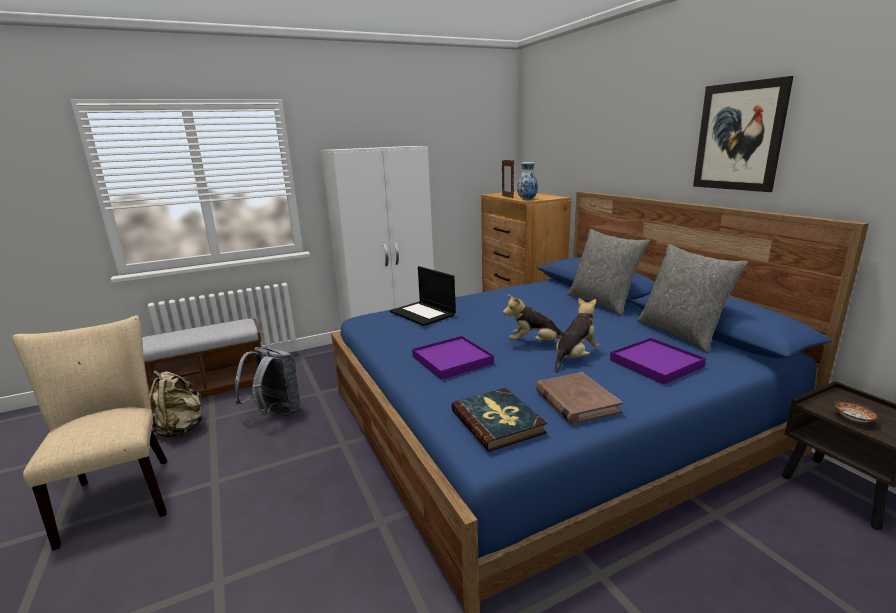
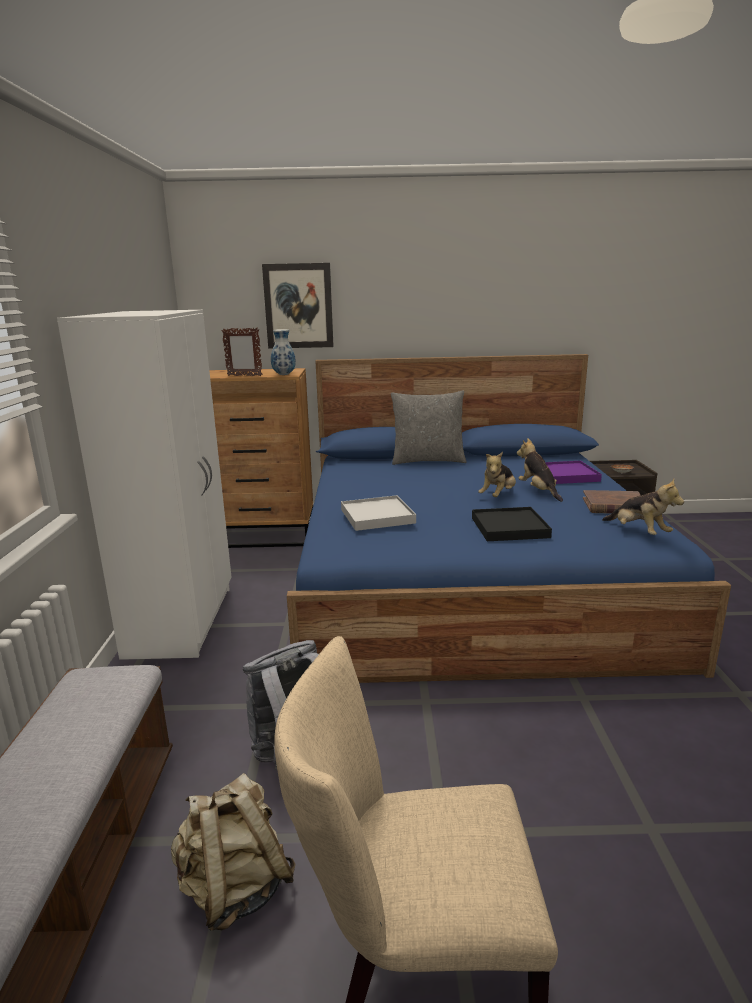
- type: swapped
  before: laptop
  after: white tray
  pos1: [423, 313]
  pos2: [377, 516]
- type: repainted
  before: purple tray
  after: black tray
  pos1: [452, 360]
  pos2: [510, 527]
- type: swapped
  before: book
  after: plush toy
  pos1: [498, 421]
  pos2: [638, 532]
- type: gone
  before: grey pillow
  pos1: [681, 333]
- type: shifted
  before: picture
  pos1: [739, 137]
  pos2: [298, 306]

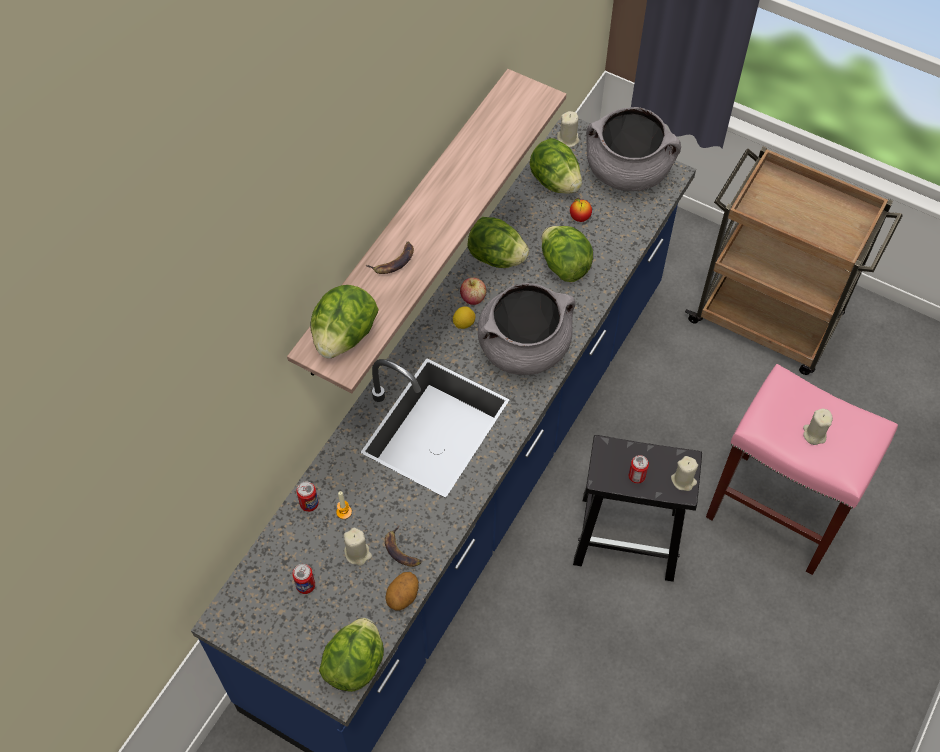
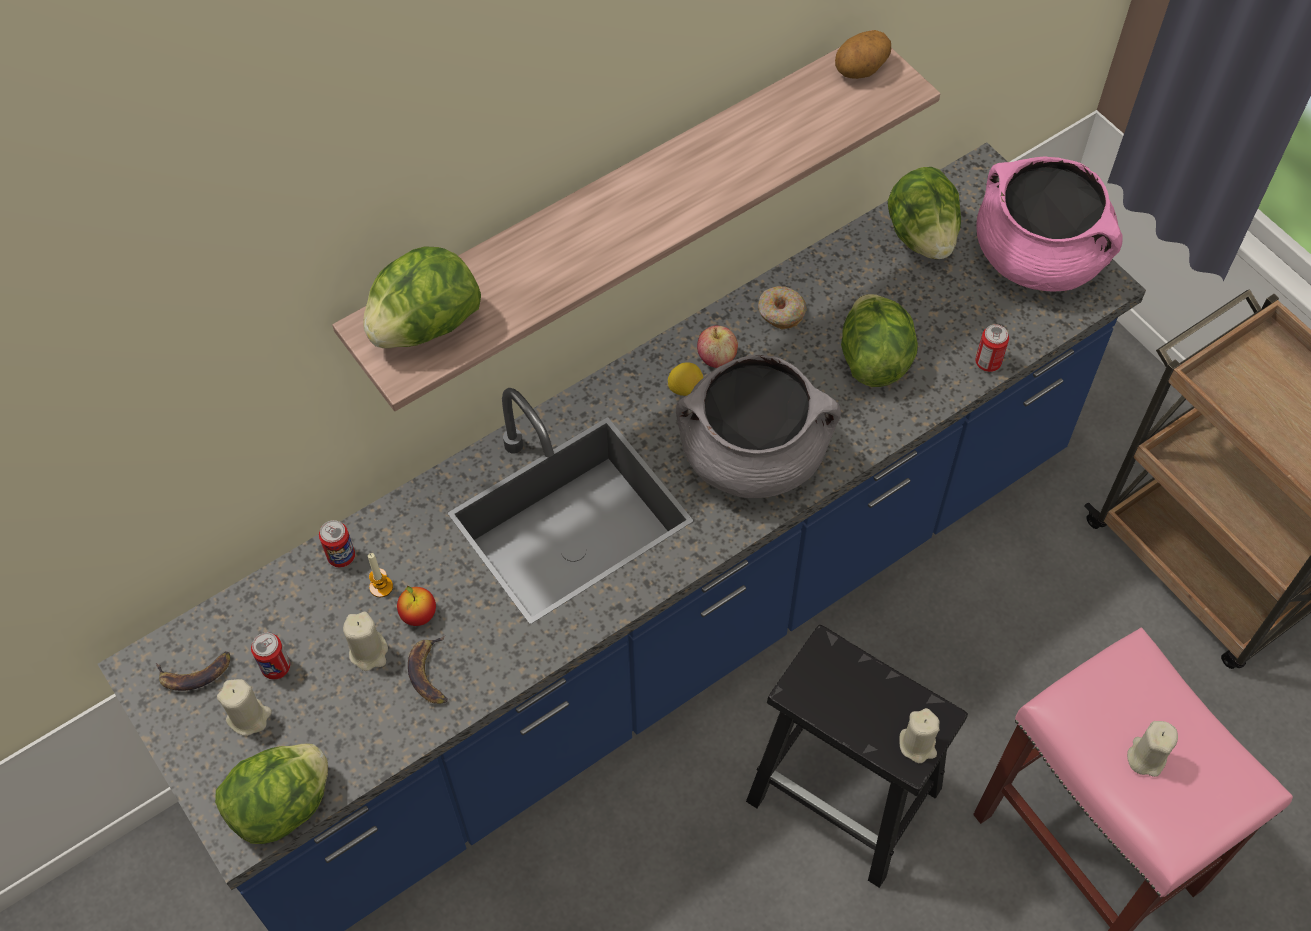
- type: shifted
  before: banana
  pos1: [394, 261]
  pos2: [195, 673]
- type: shifted
  before: potato
  pos1: [403, 597]
  pos2: [861, 70]
- type: swapped
  before: lettuce
  after: donut
  pos1: [496, 257]
  pos2: [780, 312]
- type: shifted
  before: beige candle
  pos1: [568, 139]
  pos2: [249, 717]
- type: shifted
  before: apple
  pos1: [580, 217]
  pos2: [418, 615]
- type: repainted
  before: grey cooking pot
  after: pink cooking pot
  pos1: [628, 171]
  pos2: [1039, 257]
- type: shifted
  before: can
  pos1: [636, 476]
  pos2: [988, 362]

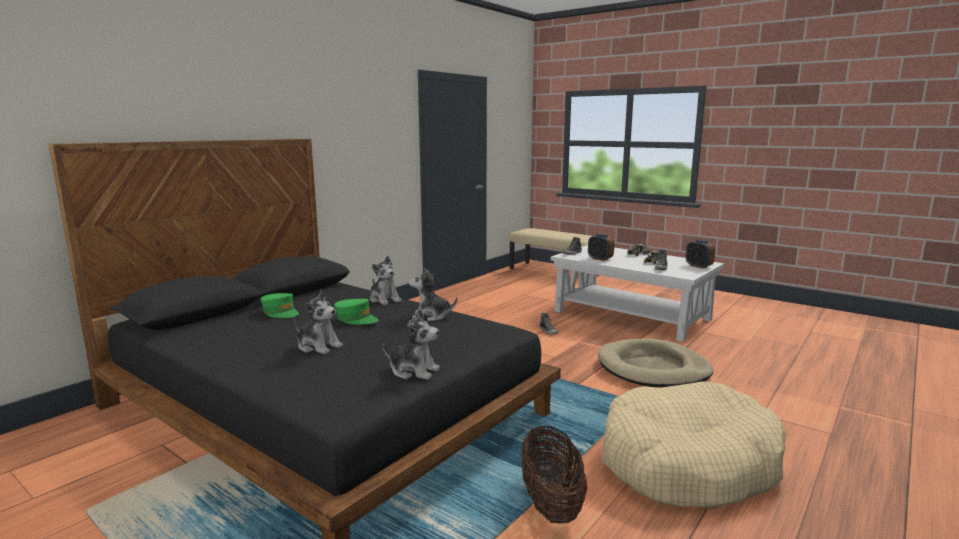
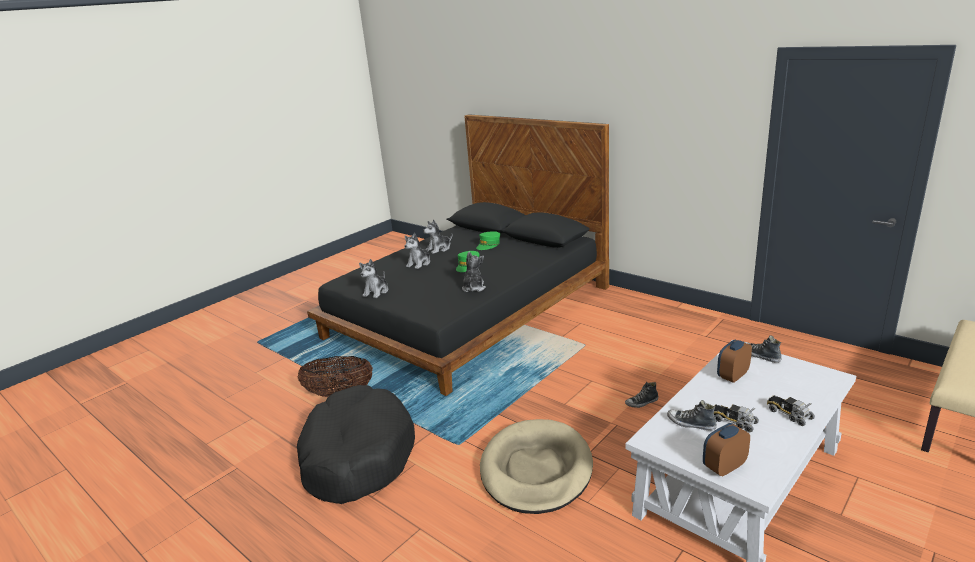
- type: shifted
  before: plush toy
  pos1: [384, 300]
  pos2: [439, 249]
- type: repainted
  before: beige dog bed
  after: black dog bed
  pos1: [687, 463]
  pos2: [357, 456]

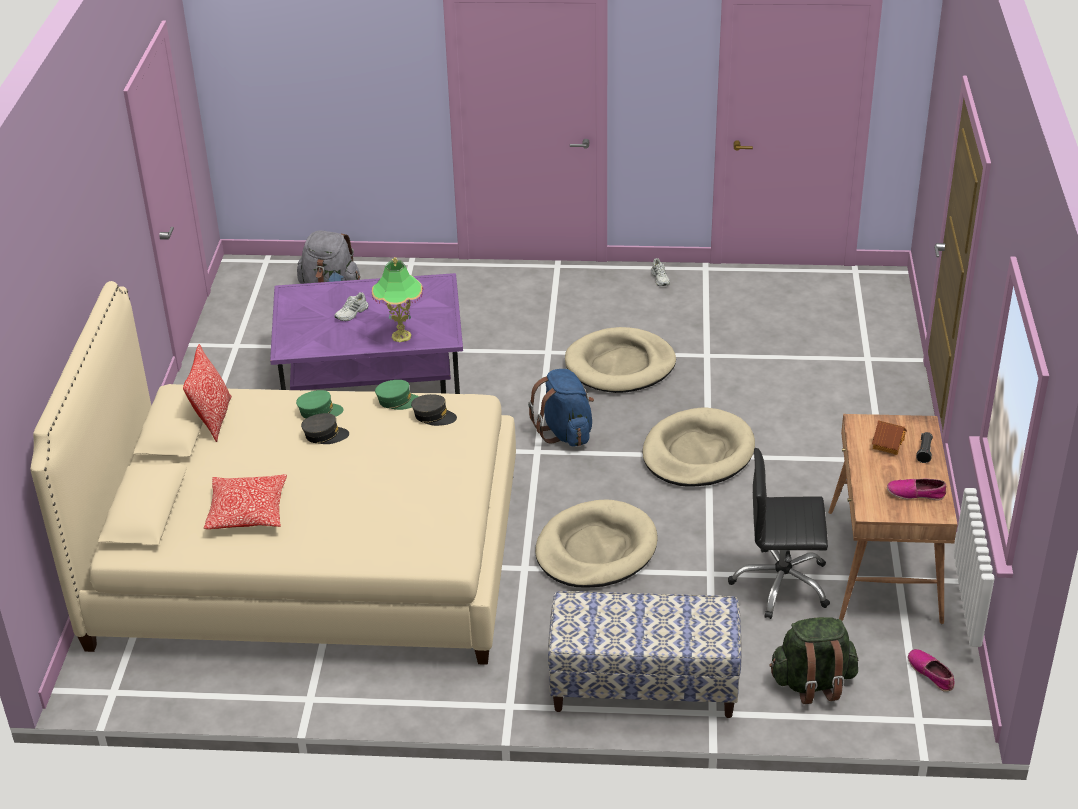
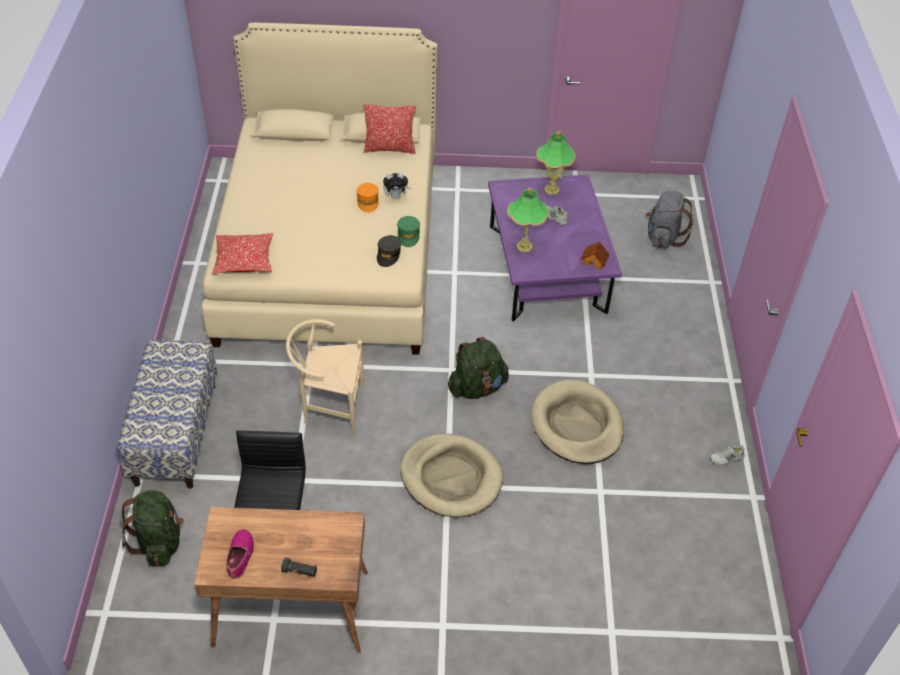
- type: shifted
  before: pillow
  pos1: [247, 512]
  pos2: [244, 260]
- type: swapped
  before: green cap
  after: plush toy
  pos1: [319, 412]
  pos2: [396, 197]
- type: repainted
  before: grey cap
  after: orange cap
  pos1: [325, 435]
  pos2: [368, 201]
- type: repainted
  before: blue backpack
  after: green backpack
  pos1: [565, 432]
  pos2: [477, 387]
- type: swapped
  before: beige dog bed
  after: beige chair
  pos1: [595, 549]
  pos2: [329, 407]
- type: shifted
  before: toy house
  pos1: [888, 443]
  pos2: [594, 261]
- type: gone
  before: shoe
  pos1: [931, 673]
- type: new
  after: table lamp
  pos2: [551, 189]

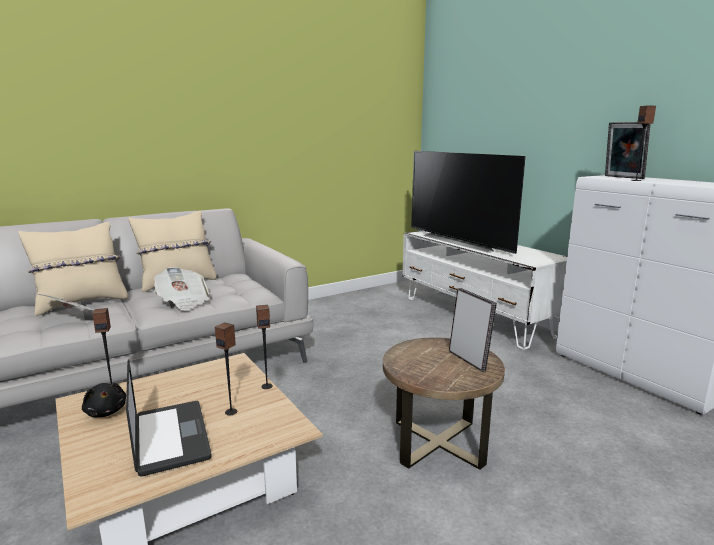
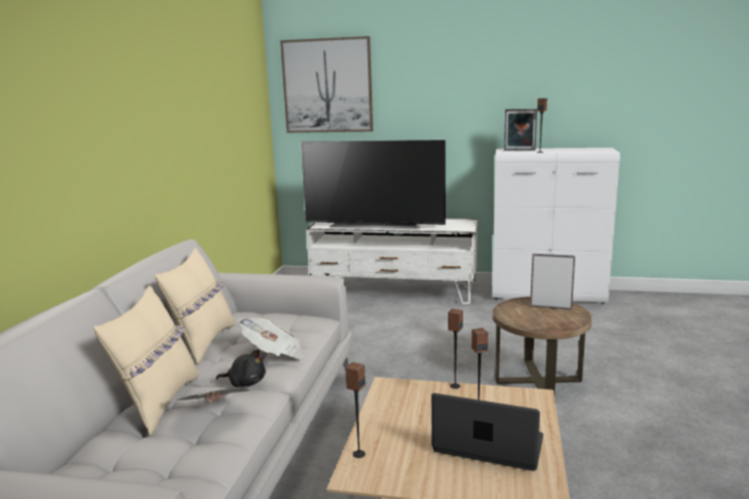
- type: shifted
  before: black plush toy
  pos1: [106, 412]
  pos2: [245, 383]
- type: new
  after: picture
  pos2: [327, 86]

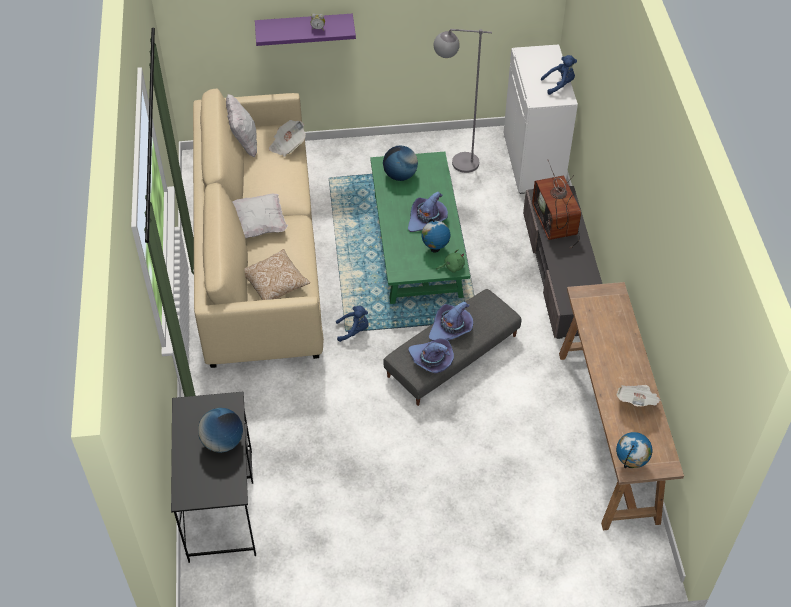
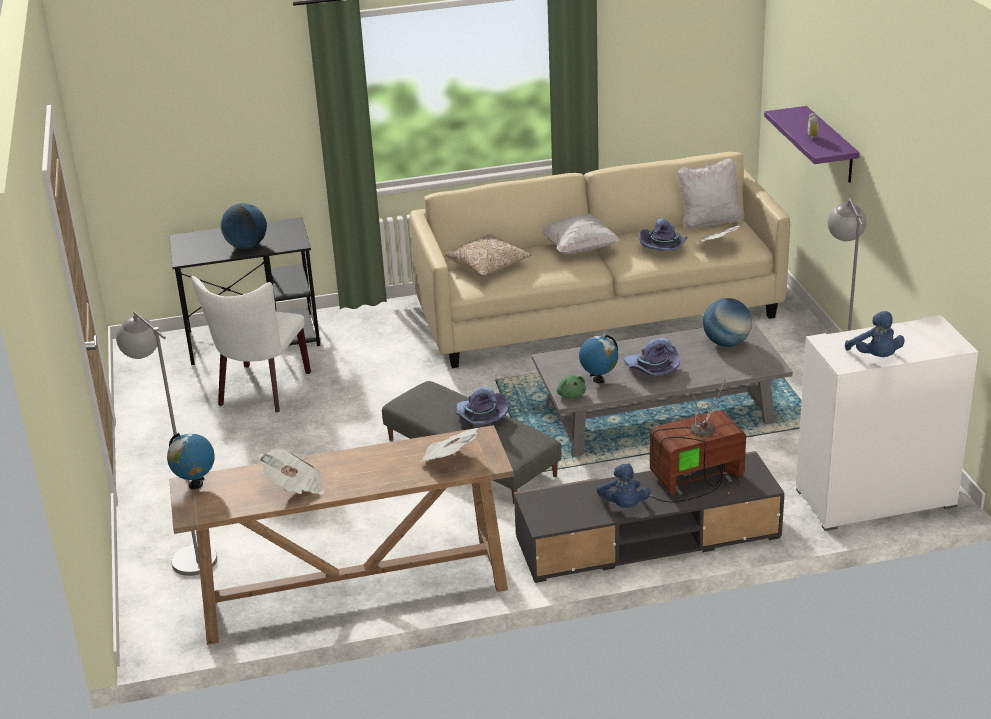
- type: shifted
  before: blue plush toy
  pos1: [354, 330]
  pos2: [623, 505]
- type: repainted
  before: green coffee table
  after: grey coffee table
  pos1: [416, 243]
  pos2: [659, 413]
- type: shifted
  before: purple hat
  pos1: [431, 360]
  pos2: [664, 247]
- type: new
  after: grey floor lamp
  pos2: [186, 553]
- type: new
  after: white chair
  pos2: [261, 391]
- type: new
  after: newspaper
  pos2: [449, 458]

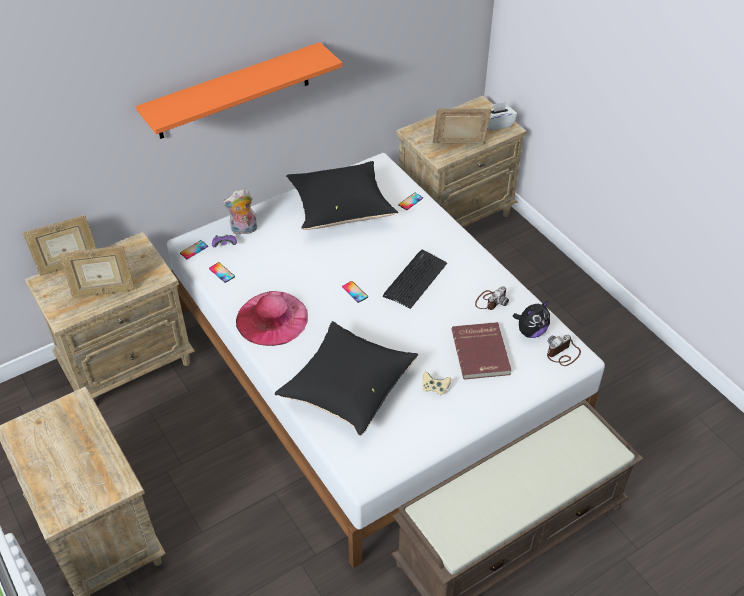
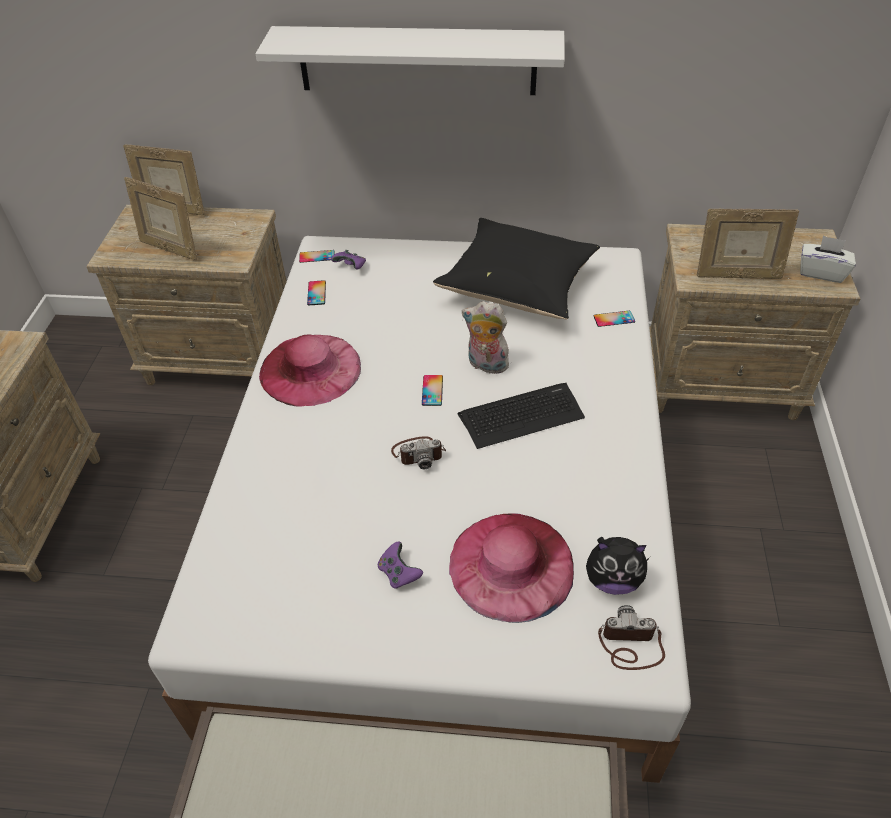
- type: repainted
  before: orange shelf
  after: white shelf
  pos1: [233, 91]
  pos2: [417, 60]
- type: shifted
  before: plush toy
  pos1: [243, 230]
  pos2: [485, 365]
- type: gone
  before: black pillow
  pos1: [347, 388]
- type: repainted
  before: beige game controller
  after: purple game controller
  pos1: [435, 388]
  pos2: [399, 573]
- type: rotated
  before: picture frame
  pos1: [459, 145]
  pos2: [736, 275]
  turn: 150
- type: swapped
  before: red book
  after: pink hat
  pos1: [482, 352]
  pos2: [511, 565]
- type: shifted
  before: photo camera
  pos1: [490, 301]
  pos2: [418, 453]

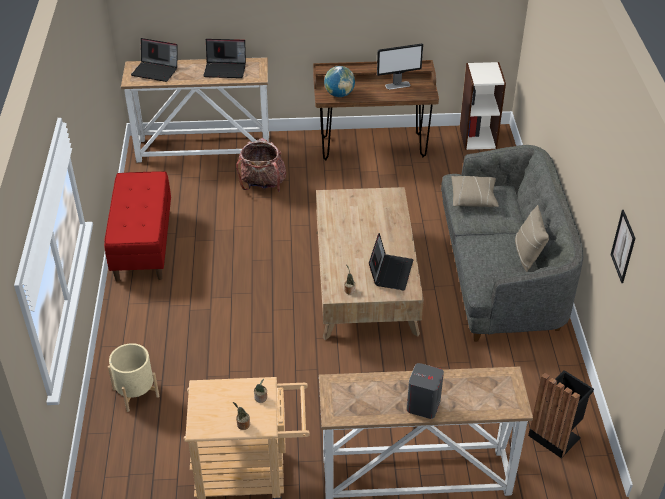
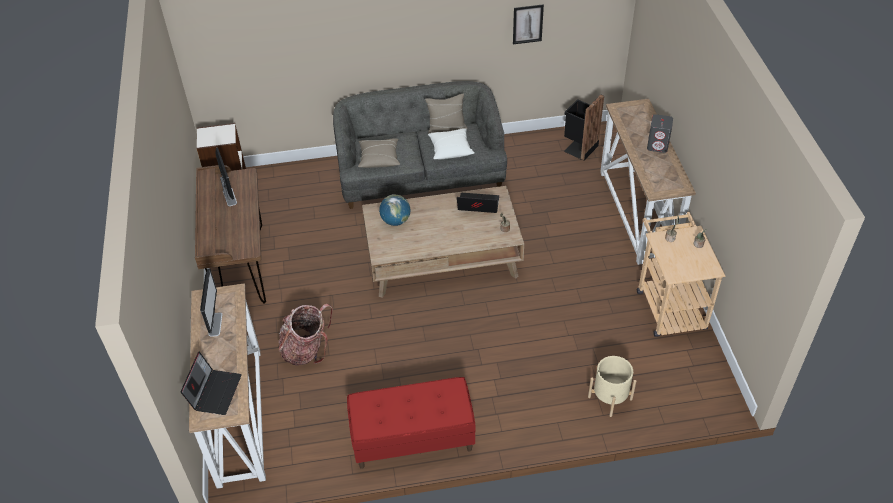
- type: swapped
  before: laptop
  after: monitor
  pos1: [226, 69]
  pos2: [215, 324]
- type: shifted
  before: globe
  pos1: [339, 94]
  pos2: [395, 221]
- type: new
  after: white pillow
  pos2: [450, 149]

